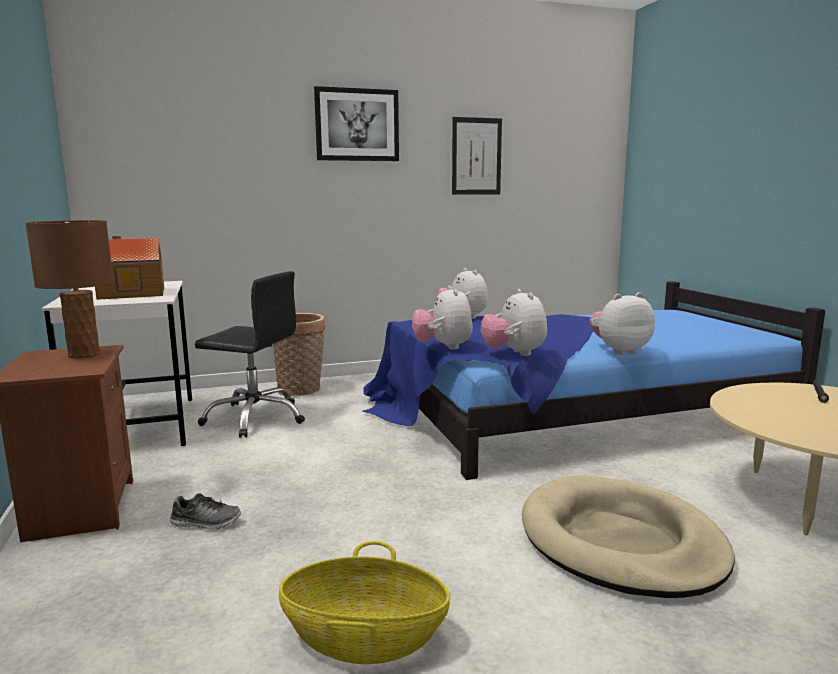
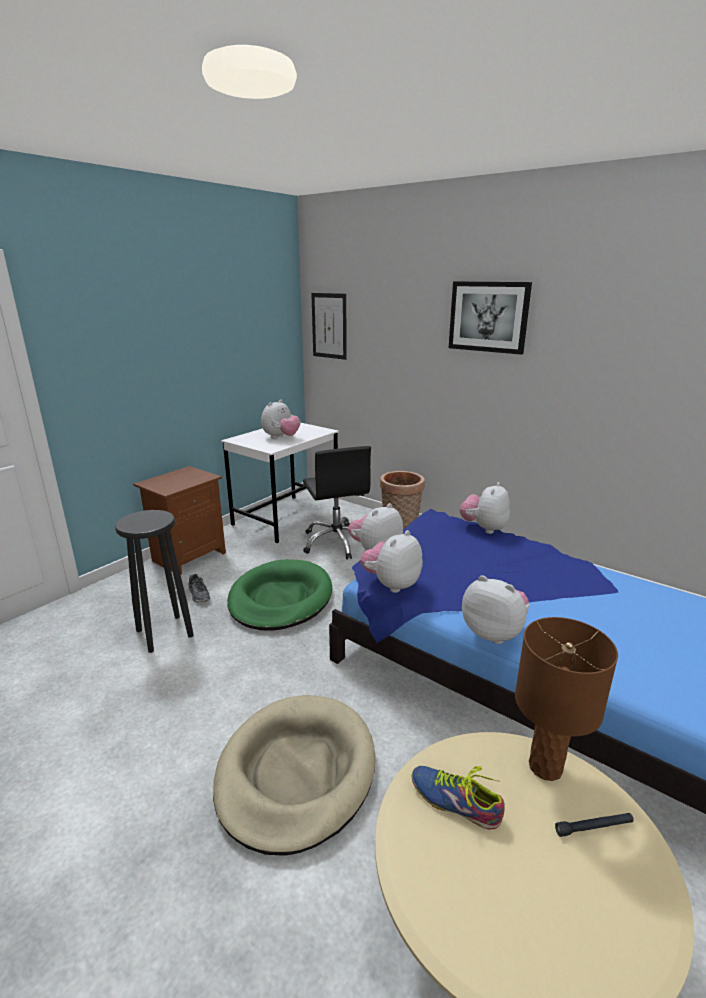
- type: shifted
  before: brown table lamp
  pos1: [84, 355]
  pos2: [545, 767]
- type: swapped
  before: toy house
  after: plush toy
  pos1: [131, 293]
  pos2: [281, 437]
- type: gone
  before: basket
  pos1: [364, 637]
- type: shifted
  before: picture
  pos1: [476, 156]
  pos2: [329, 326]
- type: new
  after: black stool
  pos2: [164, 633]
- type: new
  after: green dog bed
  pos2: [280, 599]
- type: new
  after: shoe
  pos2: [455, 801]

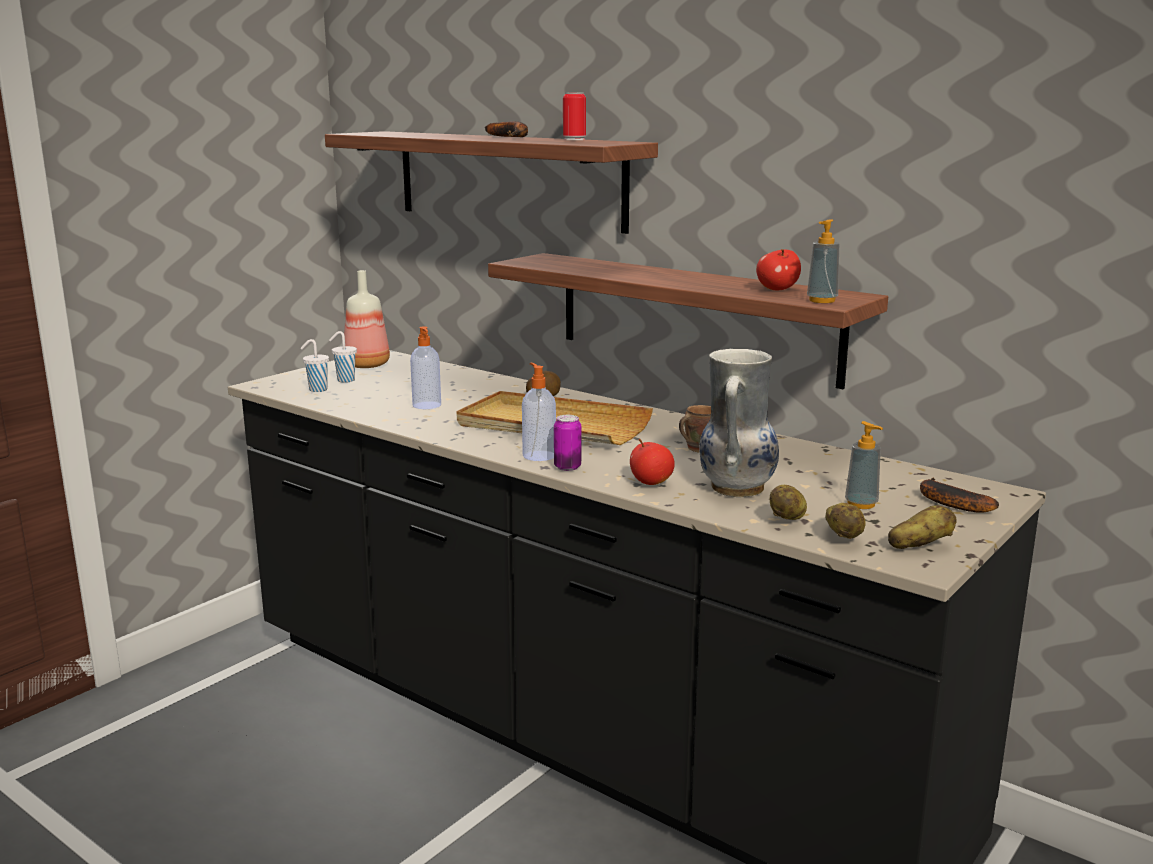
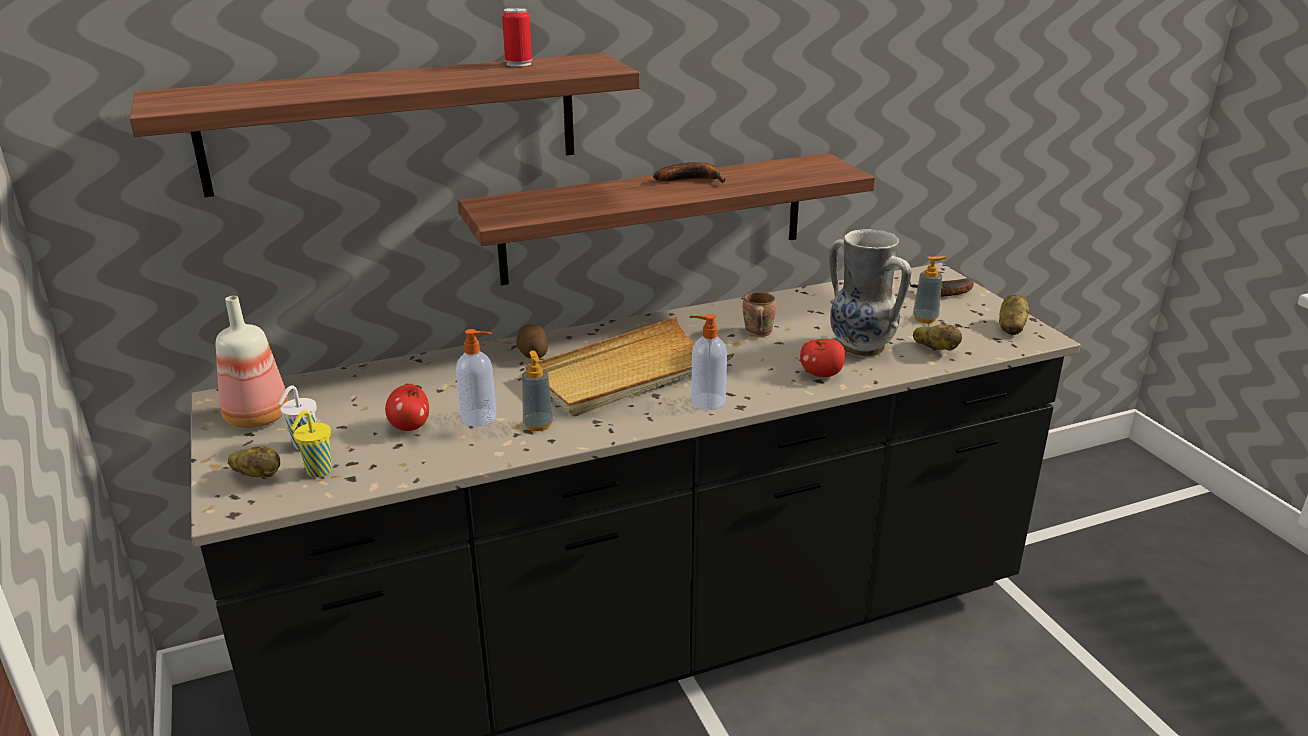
- type: repainted
  before: white cup
  after: yellow cup
  pos1: [317, 390]
  pos2: [317, 471]
- type: shifted
  before: banana
  pos1: [511, 137]
  pos2: [692, 180]
- type: gone
  before: can
  pos1: [567, 467]
- type: shifted
  before: apple
  pos1: [777, 289]
  pos2: [410, 426]
- type: shifted
  before: soap dispenser
  pos1: [821, 300]
  pos2: [538, 425]
- type: shifted
  before: potato
  pos1: [843, 537]
  pos2: [258, 476]

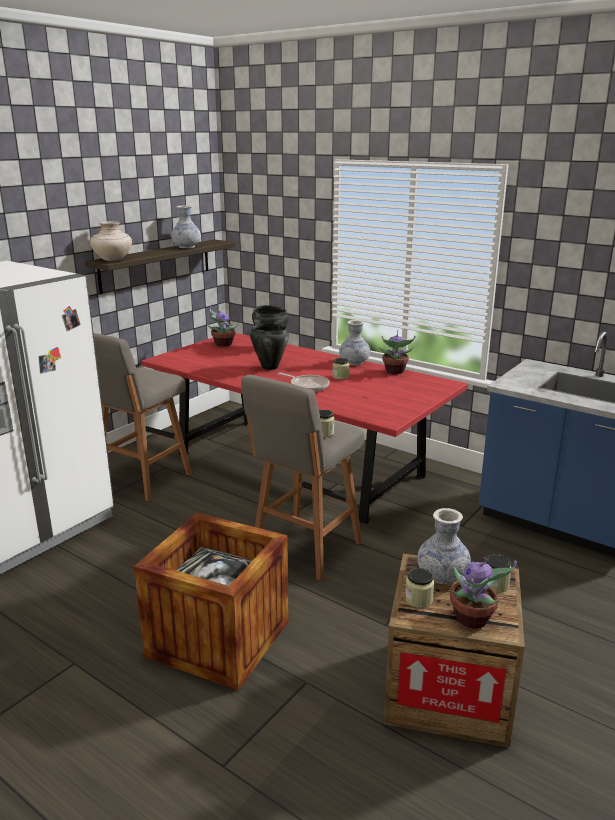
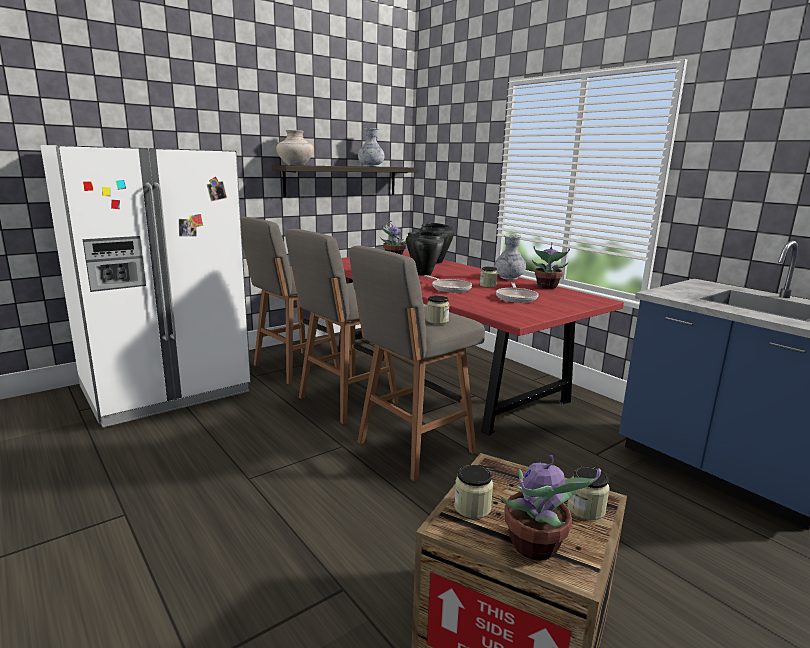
- type: gone
  before: crate
  pos1: [218, 638]
- type: gone
  before: vase
  pos1: [442, 575]
- type: new
  after: grey stool
  pos2: [345, 401]
- type: new
  after: frying pan
  pos2: [516, 298]

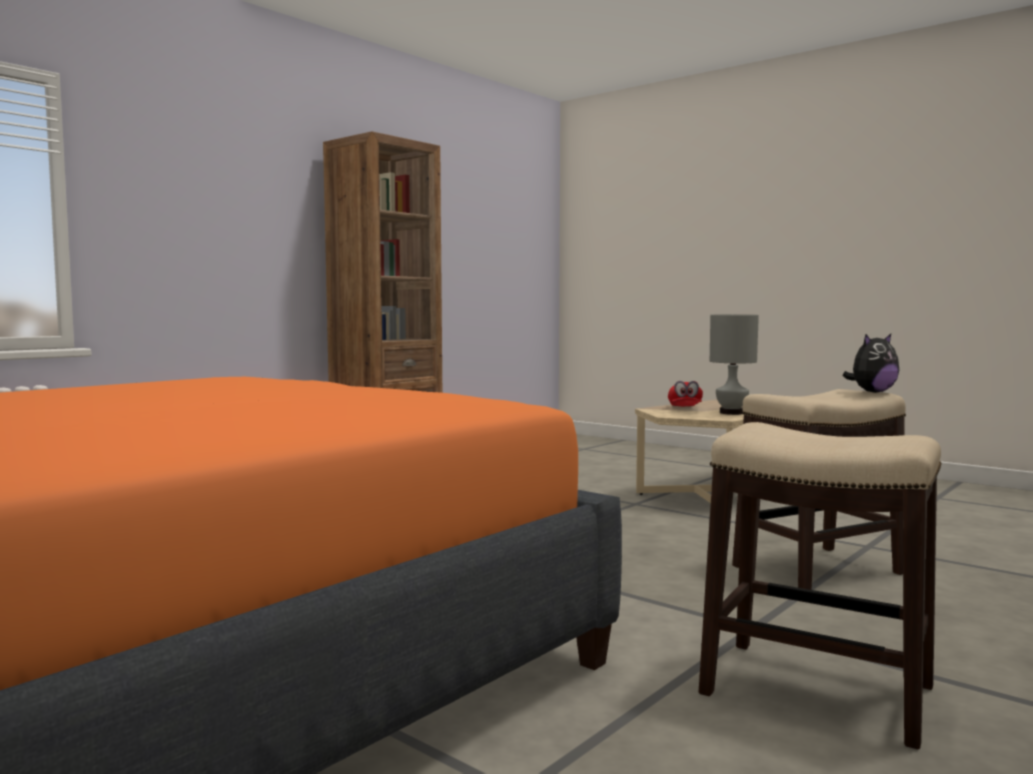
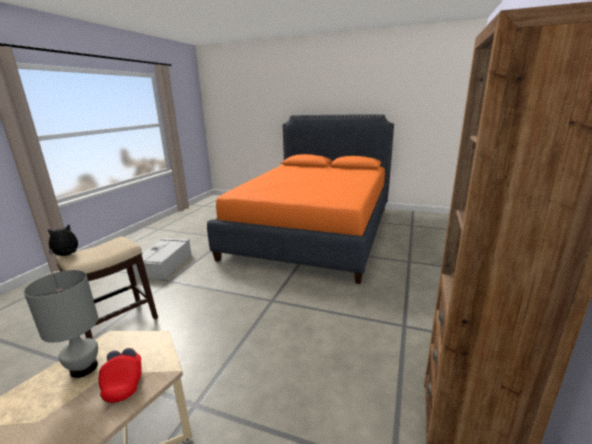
- type: swapped
  before: stool
  after: grey storage box
  pos1: [814, 689]
  pos2: [165, 264]

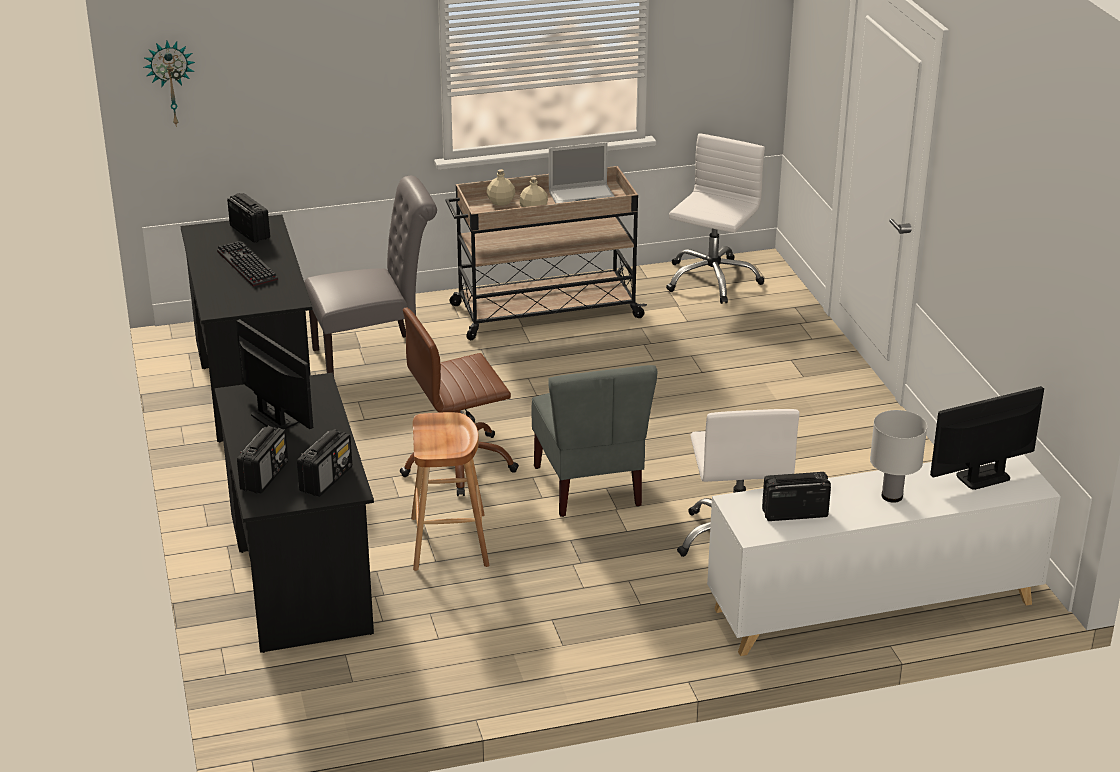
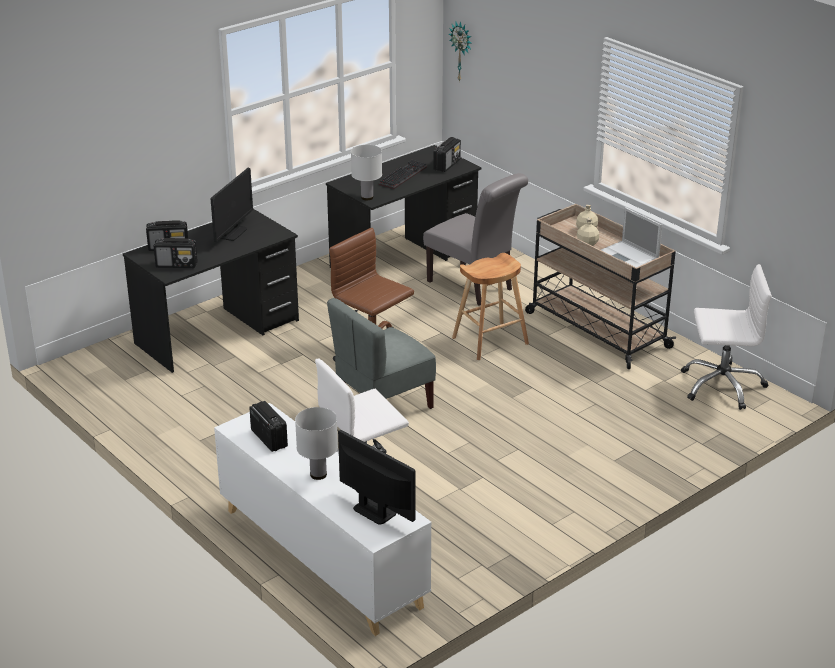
- type: shifted
  before: brown stool
  pos1: [449, 541]
  pos2: [490, 341]
- type: new
  after: white table lamp
  pos2: [367, 197]

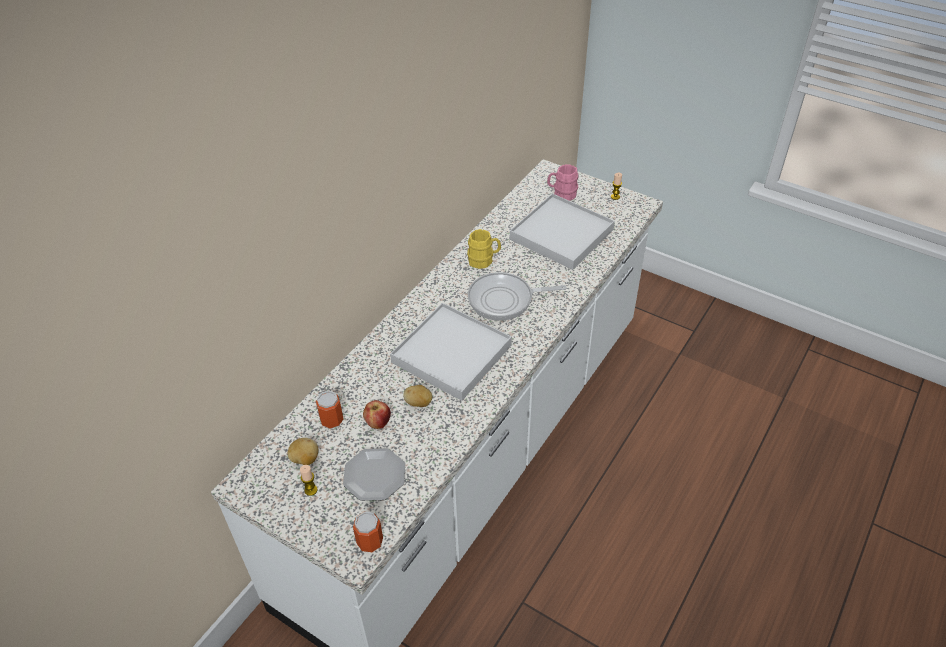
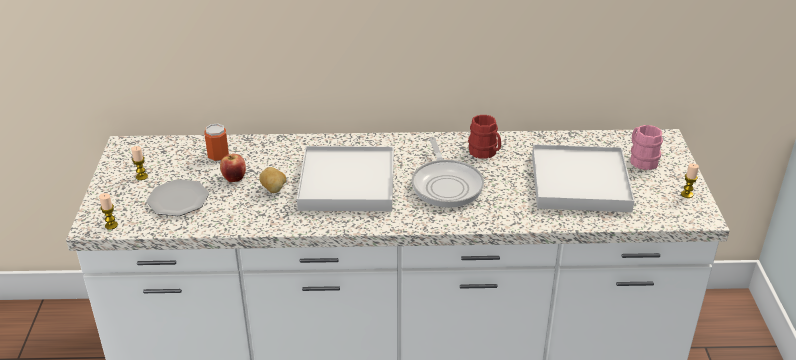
- type: gone
  before: potato
  pos1: [305, 459]
- type: swapped
  before: can
  after: candle
  pos1: [370, 542]
  pos2: [111, 225]
- type: repainted
  before: yellow mug
  after: red mug
  pos1: [484, 260]
  pos2: [485, 153]
- type: rotated
  before: frying pan
  pos1: [504, 300]
  pos2: [446, 185]
  turn: -150

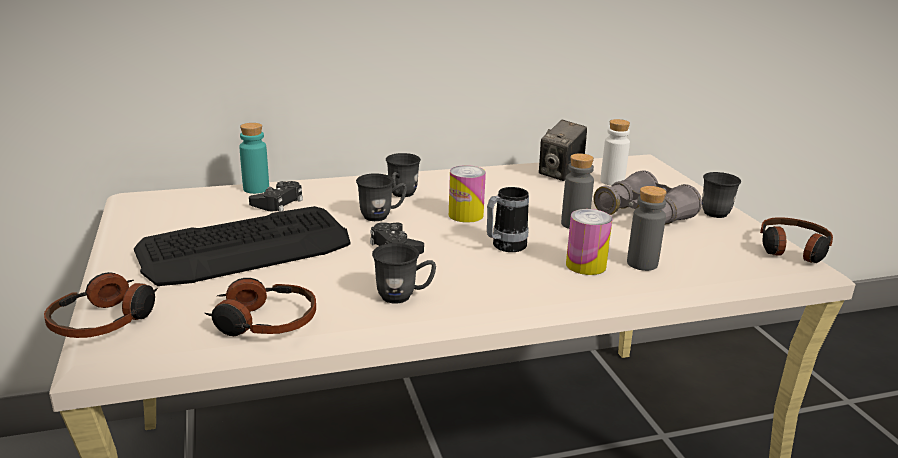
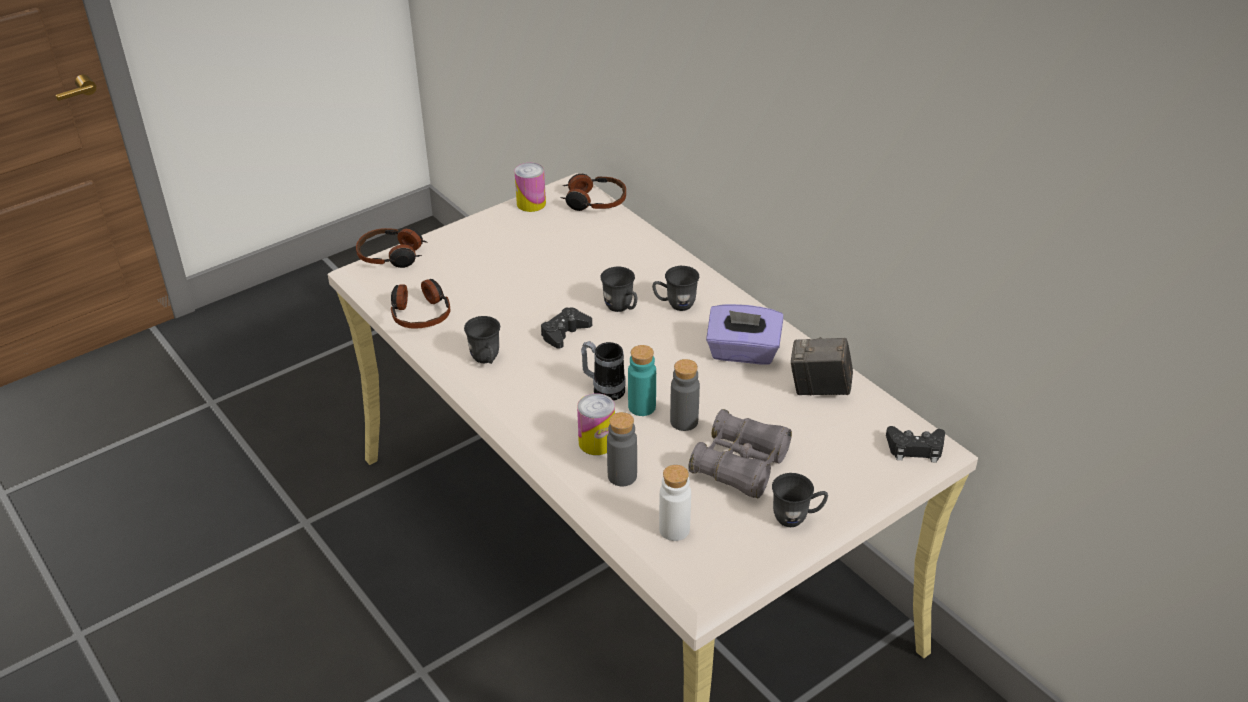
- type: gone
  before: keyboard
  pos1: [247, 248]
- type: shifted
  before: turquoise bottle
  pos1: [256, 189]
  pos2: [642, 407]
- type: shifted
  before: black game controller
  pos1: [278, 202]
  pos2: [915, 448]
- type: shifted
  before: can
  pos1: [465, 215]
  pos2: [531, 203]
- type: shifted
  before: white bottle
  pos1: [612, 181]
  pos2: [674, 529]
- type: shifted
  before: headphones
  pos1: [792, 249]
  pos2: [593, 201]
- type: new
  after: purple tissue box
  pos2: [743, 352]

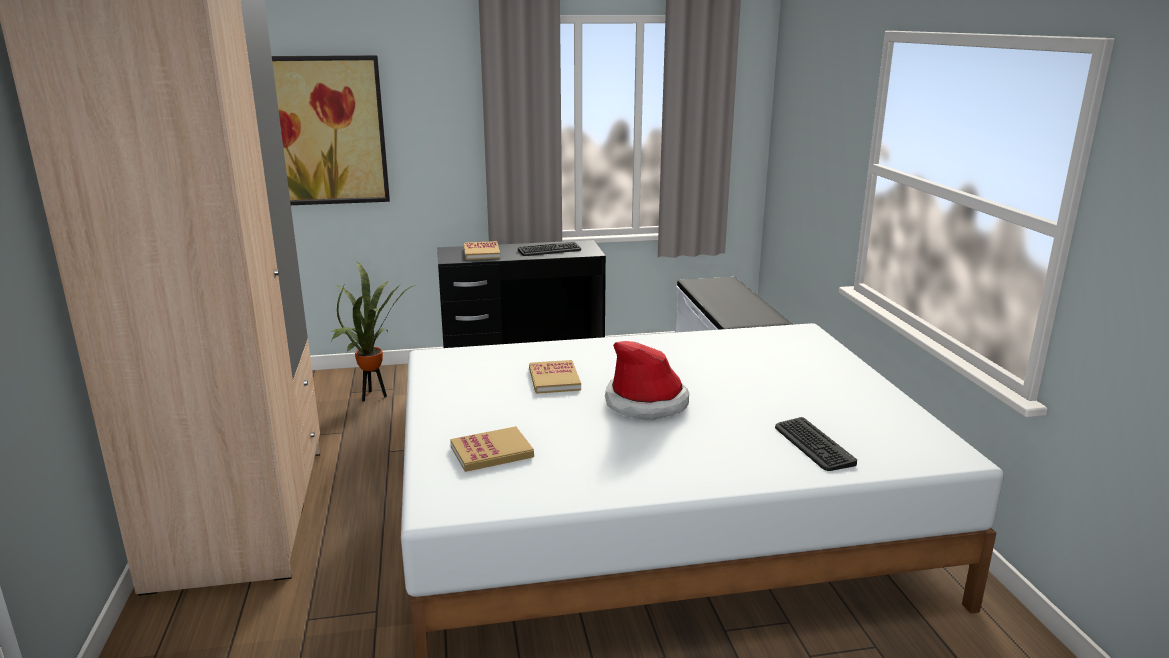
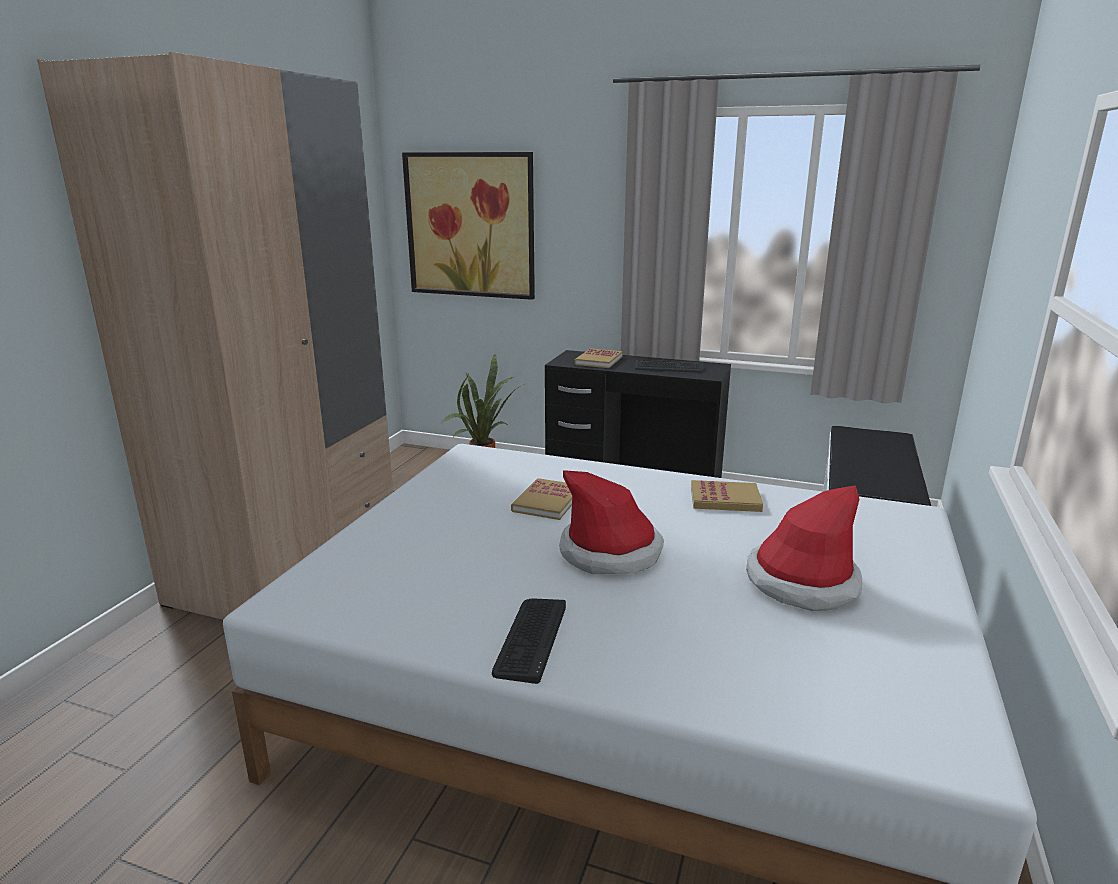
- type: shifted
  before: book
  pos1: [492, 452]
  pos2: [725, 499]
- type: shifted
  before: keyboard
  pos1: [813, 445]
  pos2: [530, 639]
- type: new
  after: hat
  pos2: [801, 583]

